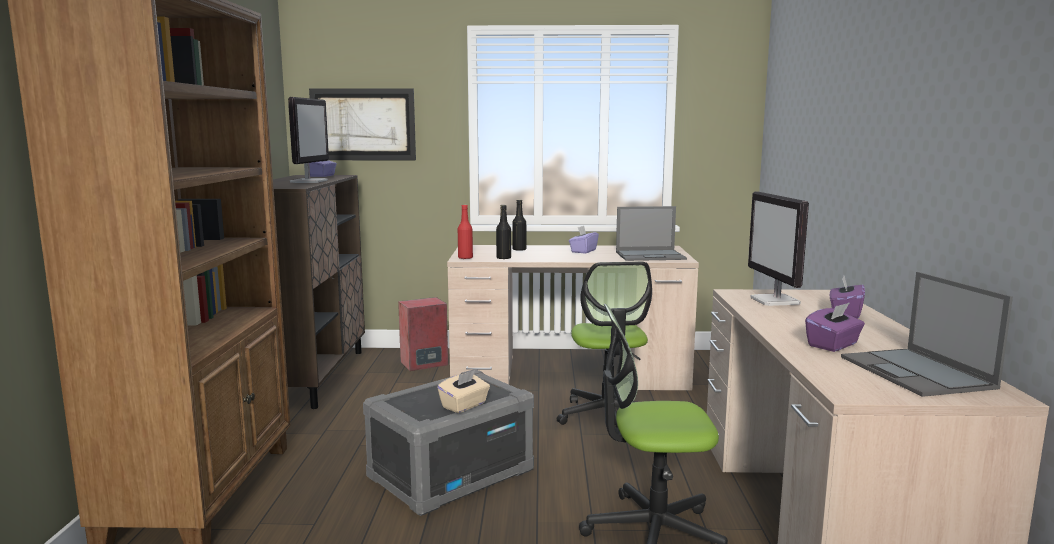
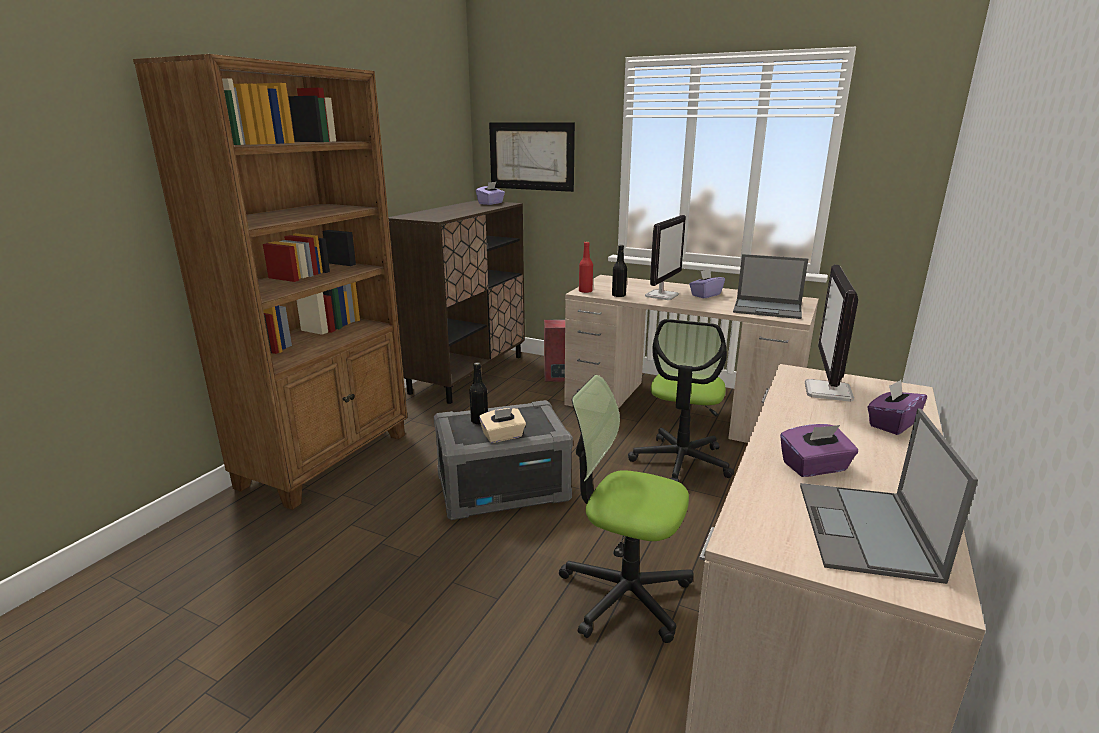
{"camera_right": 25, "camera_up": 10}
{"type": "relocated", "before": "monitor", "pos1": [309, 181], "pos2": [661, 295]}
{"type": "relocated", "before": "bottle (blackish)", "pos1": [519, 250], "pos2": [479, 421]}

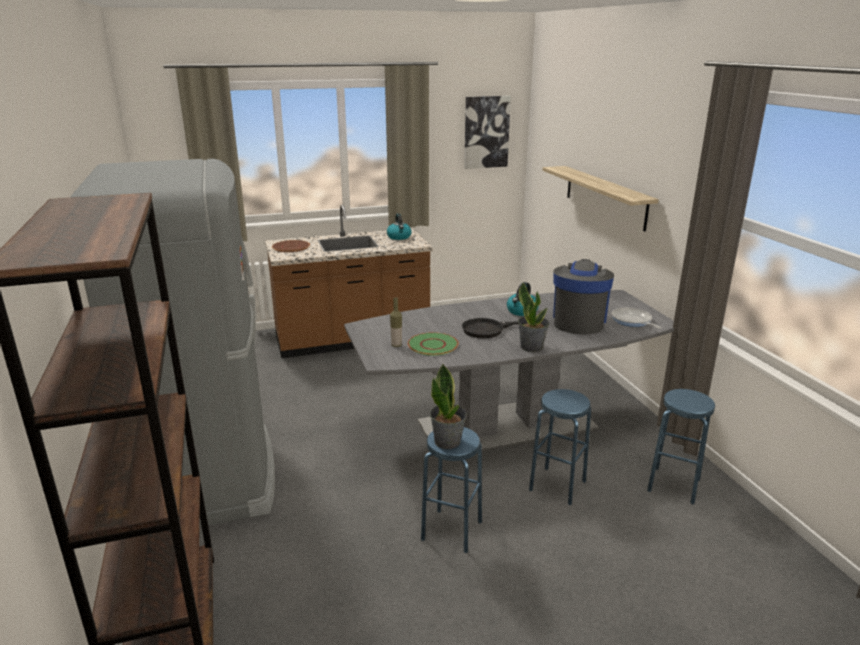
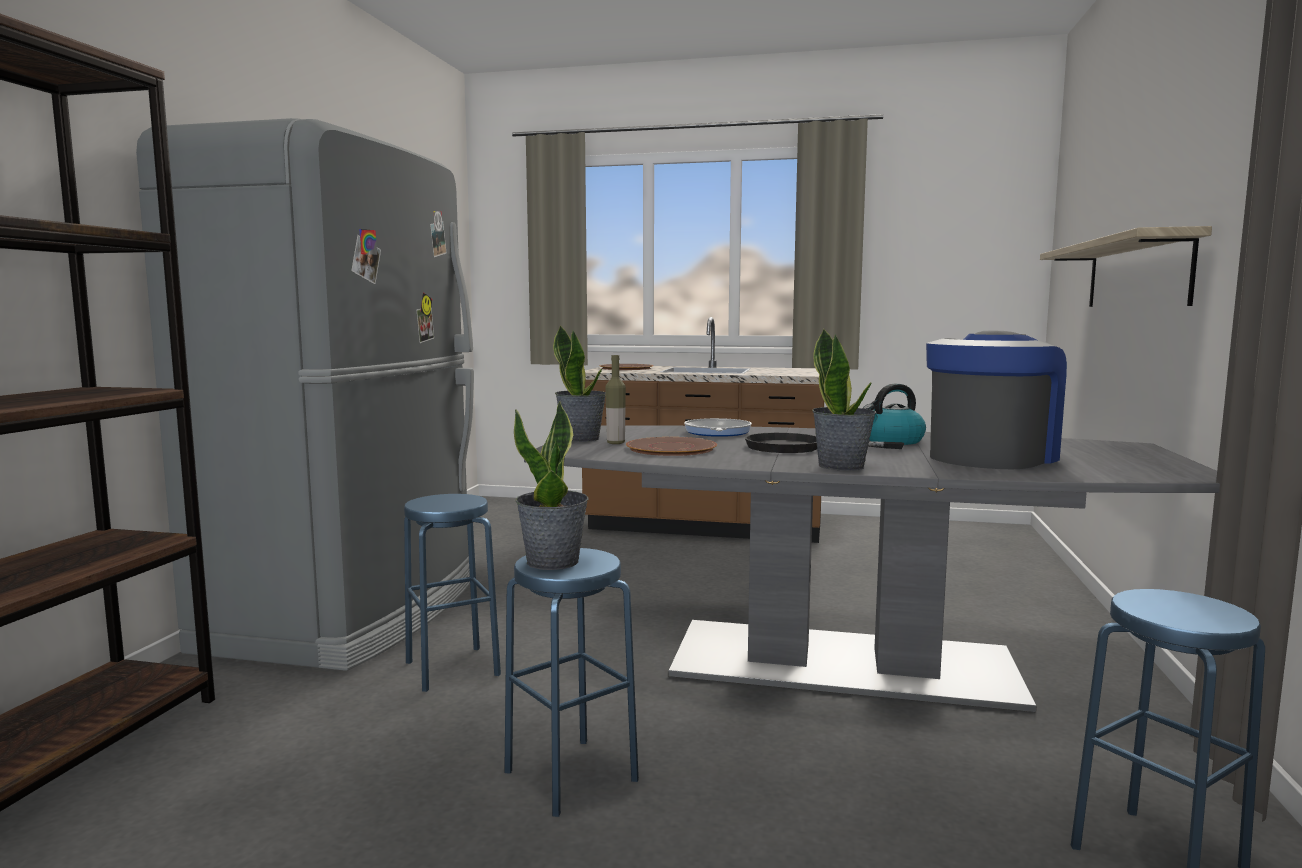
{"camera_right": 30, "camera_up": -15}
{"type": "missing", "before": "kettle", "pos1": [399, 237]}
{"type": "missing", "before": "wall art", "pos1": [486, 132]}
{"type": "appeared", "after": "plant in a pot", "pos2": [581, 439]}
{"type": "relocated", "before": "stool (blue)", "pos1": [557, 485], "pos2": [452, 668]}
{"type": "relocated", "before": "skillet", "pos1": [632, 321], "pos2": [717, 433]}
{"type": "colour", "before": "flat dish (green)", "after": "flat dish (brown)", "pos1": [432, 345], "pos2": [671, 448]}

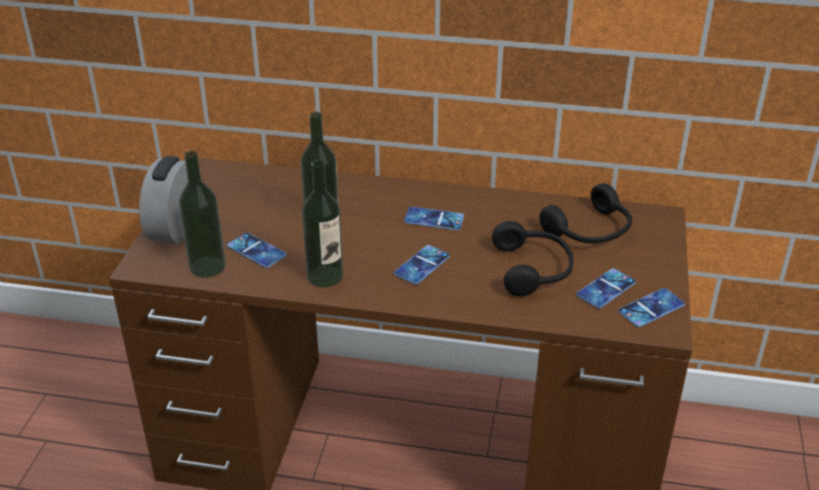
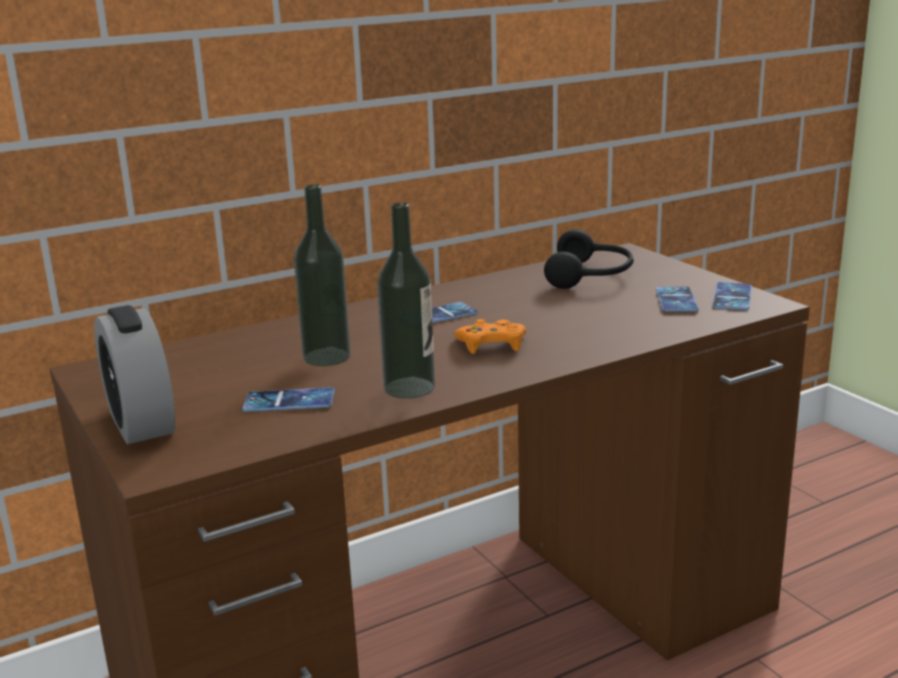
{"camera_right": -40, "camera_up": -15}
{"type": "missing", "before": "bottle", "pos1": [207, 266]}
{"type": "missing", "before": "headset (blackish)", "pos1": [534, 269]}
{"type": "exchanged", "before": "phone", "after": "game controller (orange-coloured)", "pos1": [422, 265], "pos2": [492, 344]}

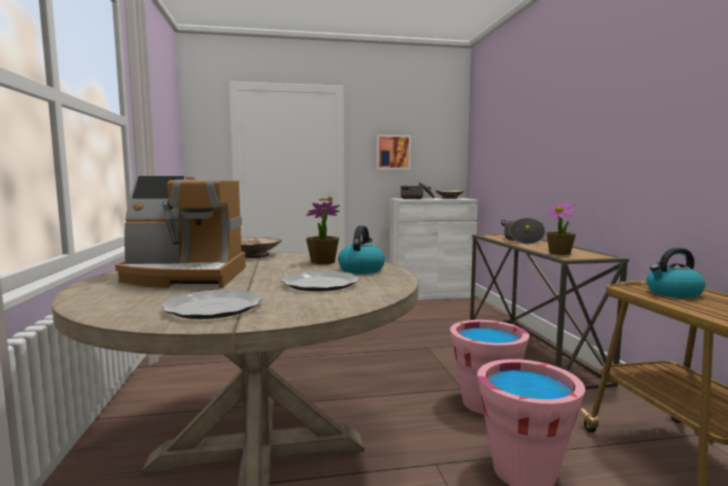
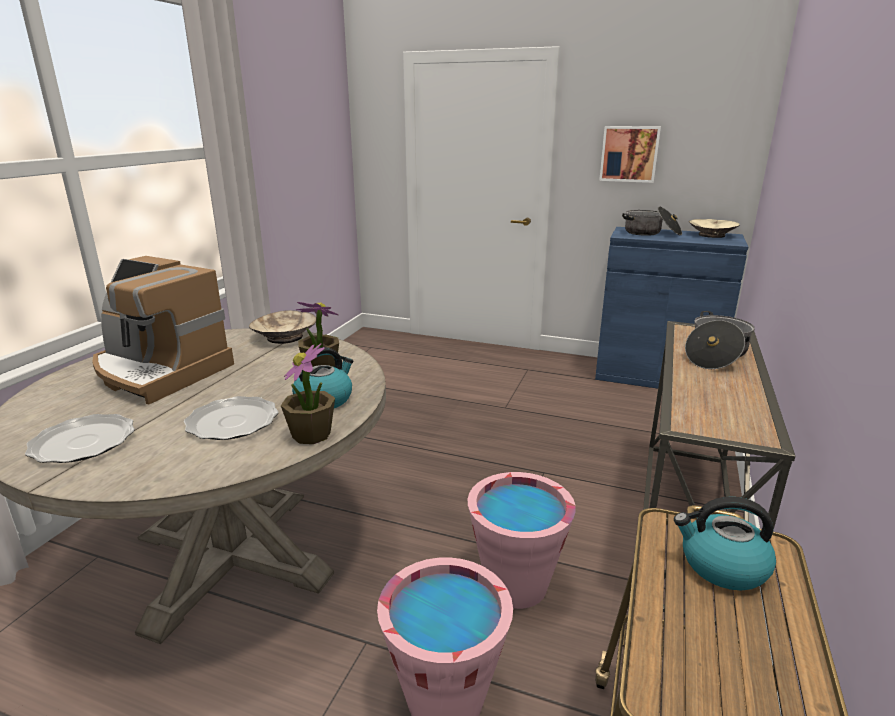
{"camera_right": 30, "camera_up": 15}
{"type": "relocated", "before": "plant in a pot", "pos1": [559, 253], "pos2": [311, 435]}
{"type": "colour", "before": "storage cabinet (white-coloured)", "after": "storage cabinet (blue)", "pos1": [430, 294], "pos2": [656, 376]}

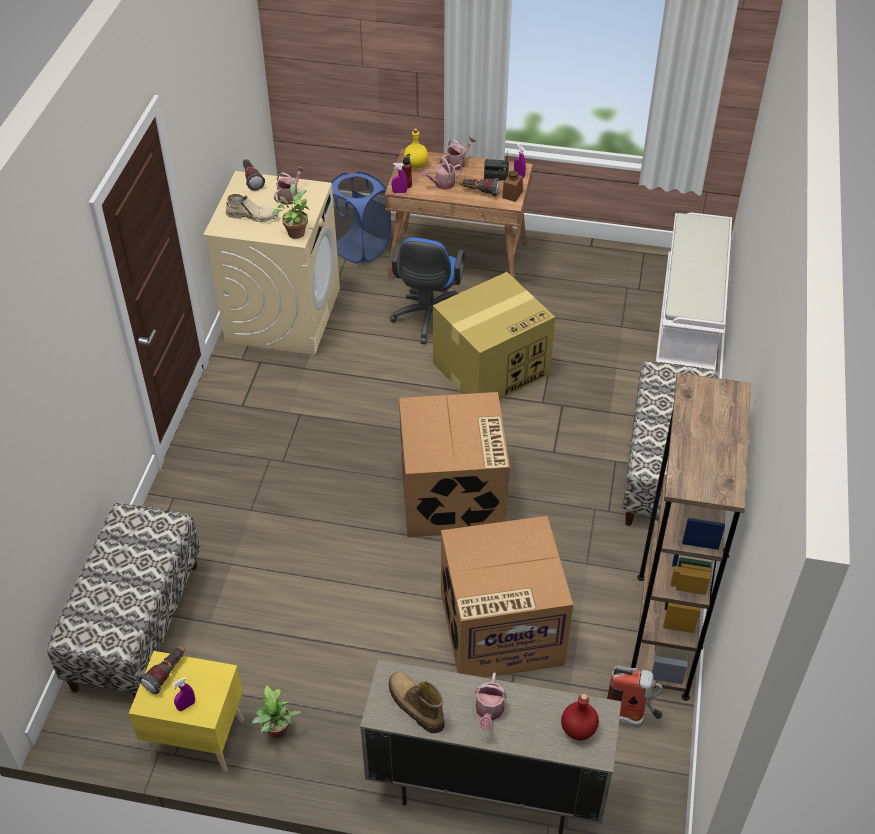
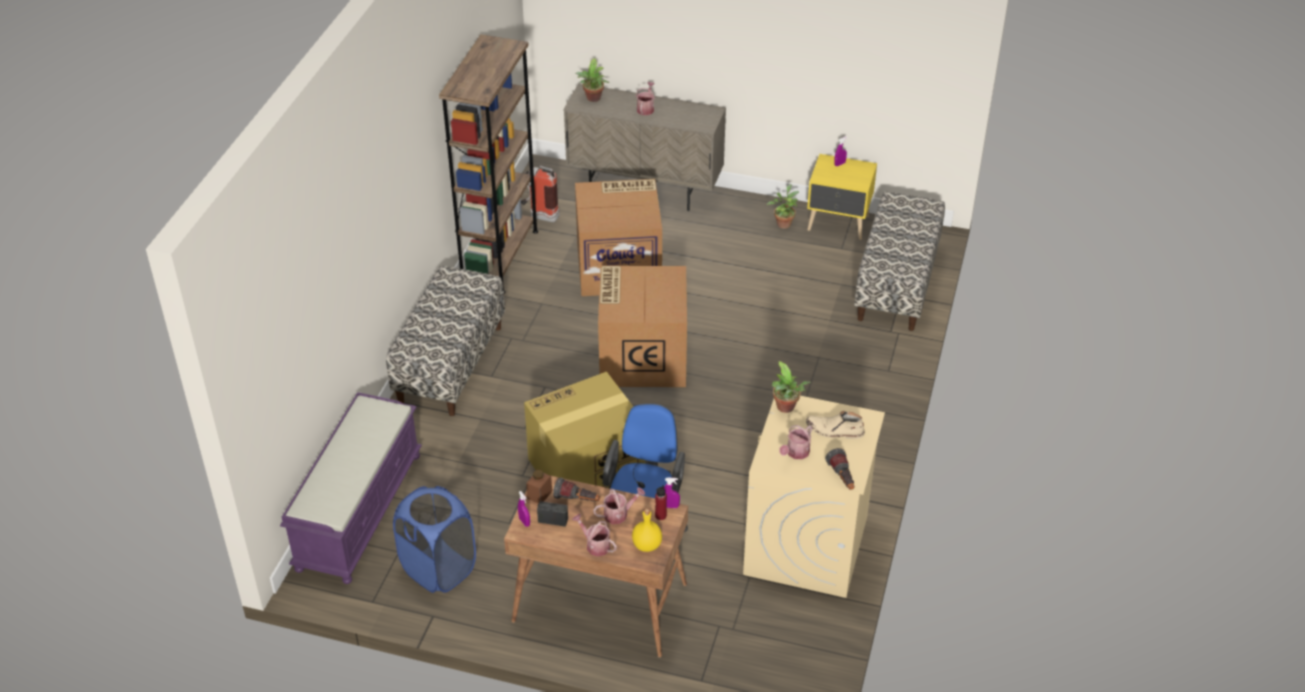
{"camera_right": -175, "camera_up": -5}
{"type": "missing", "before": "hand torch", "pos1": [167, 674]}
{"type": "missing", "before": "high-top boot", "pos1": [415, 706]}
{"type": "relocated", "before": "washing basket (blue)", "pos1": [359, 248], "pos2": [439, 569]}
{"type": "exchanged", "before": "bottle (reddish)", "after": "plant in a pot", "pos1": [579, 729], "pos2": [593, 99]}
{"type": "colour", "before": "bench (white-coloured)", "after": "bench (purple-coloured)", "pos1": [690, 319], "pos2": [358, 510]}
{"type": "spun", "before": "watering can", "pos1": [457, 163], "pos2": [595, 545], "turn": 75}

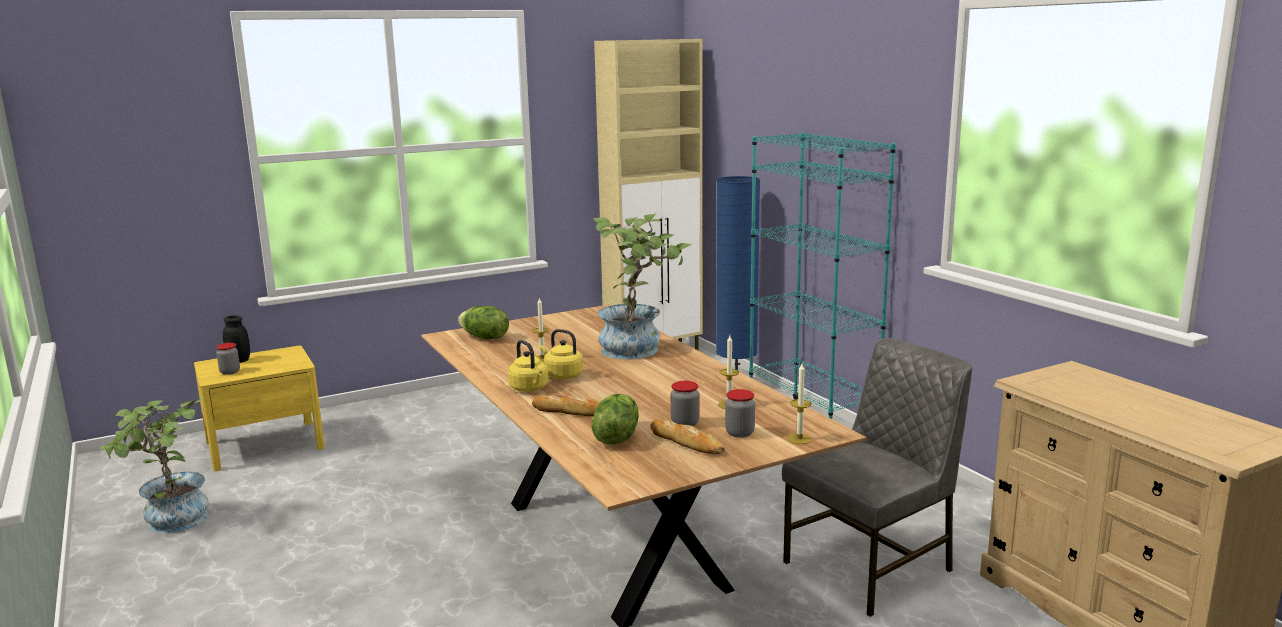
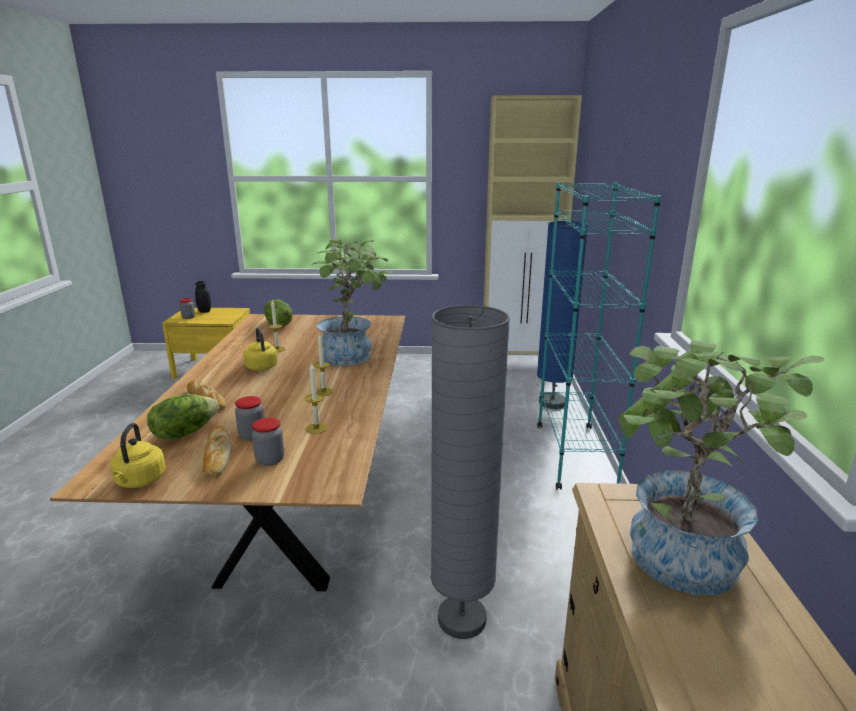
{"camera_right": 30, "camera_up": 5}
{"type": "relocated", "before": "plant in a pot", "pos1": [171, 523], "pos2": [675, 566]}
{"type": "relocated", "before": "kettle (yellow)", "pos1": [530, 389], "pos2": [139, 481]}
{"type": "relocated", "before": "wax candle", "pos1": [799, 439], "pos2": [323, 392]}
{"type": "exchanged", "before": "plain chair (gray)", "after": "standard lamp (gray)", "pos1": [872, 567], "pos2": [462, 619]}

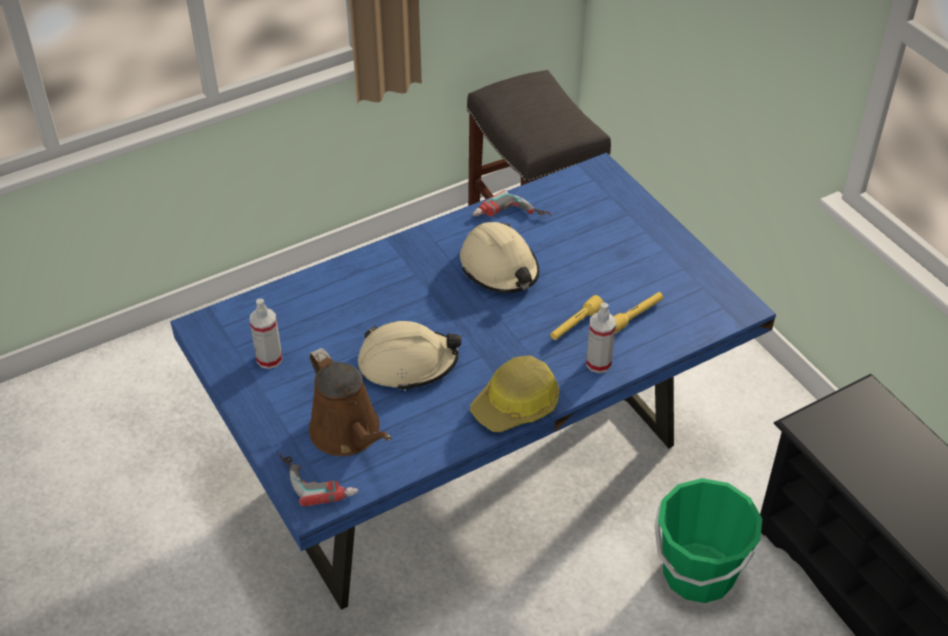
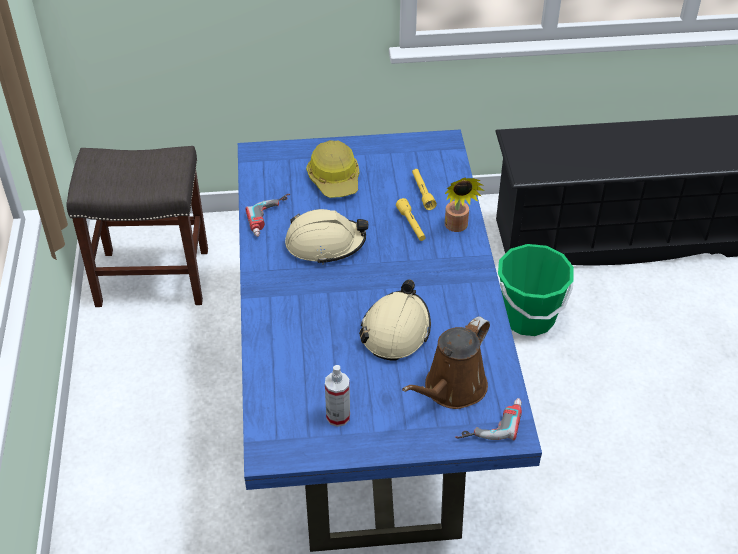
{"camera_right": -65, "camera_up": 0}
{"type": "relocated", "before": "hard hat", "pos1": [517, 405], "pos2": [335, 179]}
{"type": "exchanged", "before": "spray bottle", "after": "plant in a pot", "pos1": [598, 363], "pos2": [457, 227]}
{"type": "spun", "before": "watering can (brown)", "pos1": [348, 434], "pos2": [451, 389], "turn": 135}

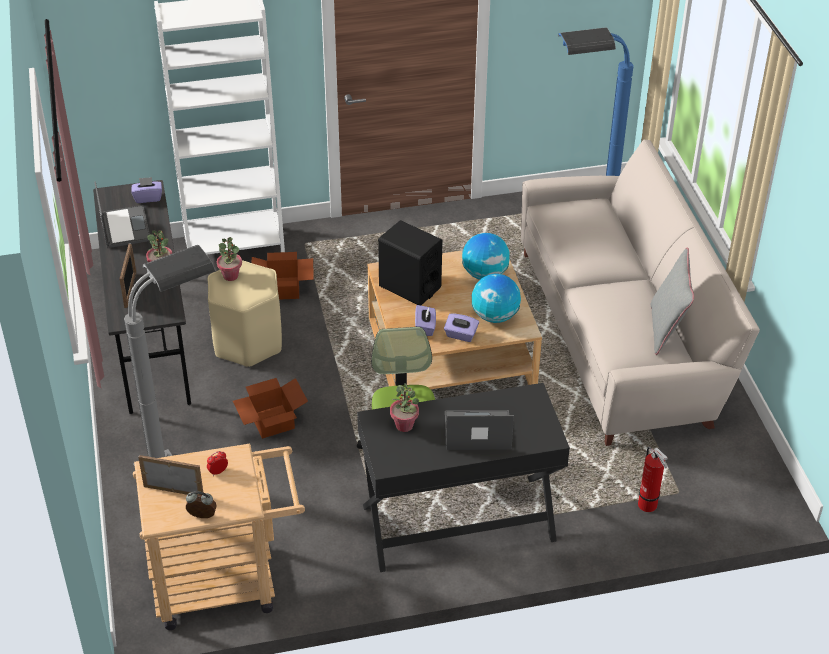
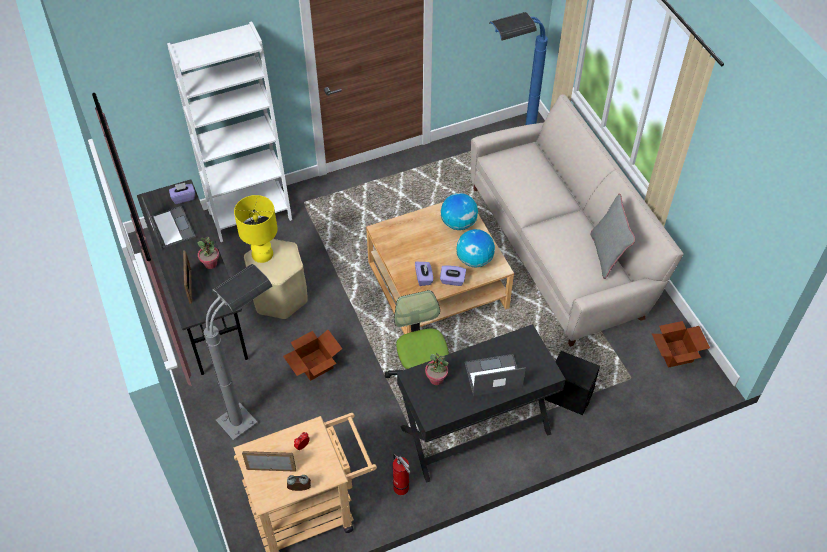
{"camera_right": -10, "camera_up": 10}
{"type": "relocated", "before": "cardboard box", "pos1": [284, 289], "pos2": [676, 353]}
{"type": "relocated", "before": "speaker (blackish)", "pos1": [409, 287], "pos2": [568, 396]}
{"type": "relocated", "before": "extinguisher", "pos1": [648, 506], "pos2": [402, 489]}
{"type": "exchanged", "before": "plant in a pot", "after": "tabletop lamp (yellow)", "pos1": [230, 276], "pos2": [262, 253]}

